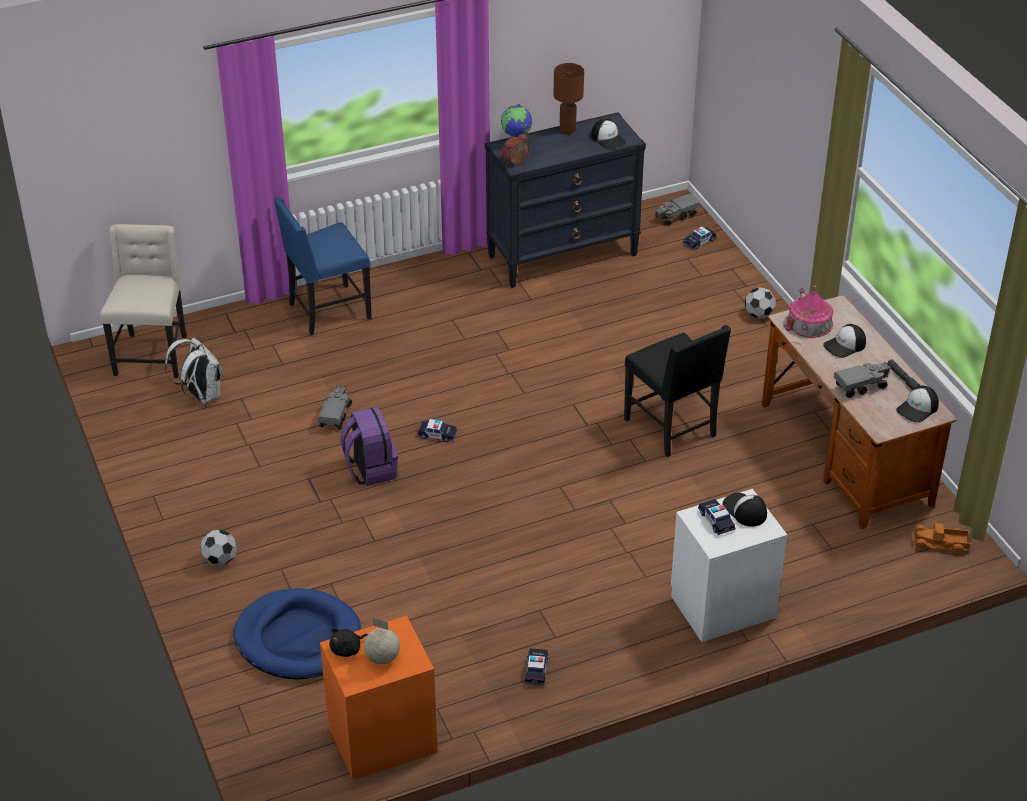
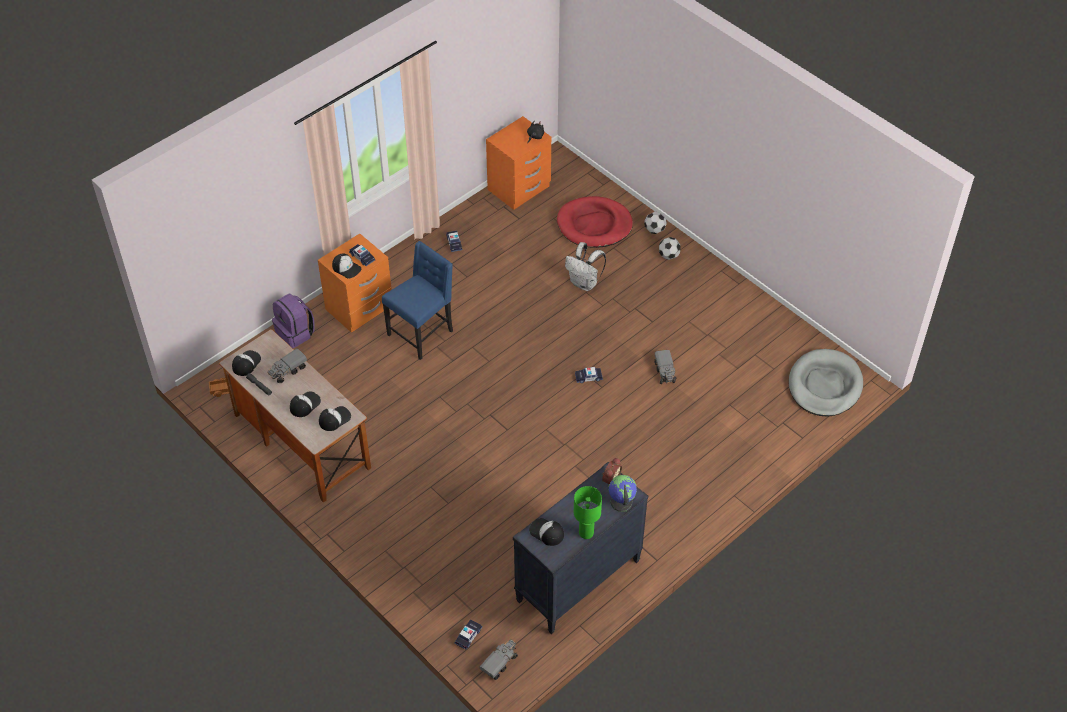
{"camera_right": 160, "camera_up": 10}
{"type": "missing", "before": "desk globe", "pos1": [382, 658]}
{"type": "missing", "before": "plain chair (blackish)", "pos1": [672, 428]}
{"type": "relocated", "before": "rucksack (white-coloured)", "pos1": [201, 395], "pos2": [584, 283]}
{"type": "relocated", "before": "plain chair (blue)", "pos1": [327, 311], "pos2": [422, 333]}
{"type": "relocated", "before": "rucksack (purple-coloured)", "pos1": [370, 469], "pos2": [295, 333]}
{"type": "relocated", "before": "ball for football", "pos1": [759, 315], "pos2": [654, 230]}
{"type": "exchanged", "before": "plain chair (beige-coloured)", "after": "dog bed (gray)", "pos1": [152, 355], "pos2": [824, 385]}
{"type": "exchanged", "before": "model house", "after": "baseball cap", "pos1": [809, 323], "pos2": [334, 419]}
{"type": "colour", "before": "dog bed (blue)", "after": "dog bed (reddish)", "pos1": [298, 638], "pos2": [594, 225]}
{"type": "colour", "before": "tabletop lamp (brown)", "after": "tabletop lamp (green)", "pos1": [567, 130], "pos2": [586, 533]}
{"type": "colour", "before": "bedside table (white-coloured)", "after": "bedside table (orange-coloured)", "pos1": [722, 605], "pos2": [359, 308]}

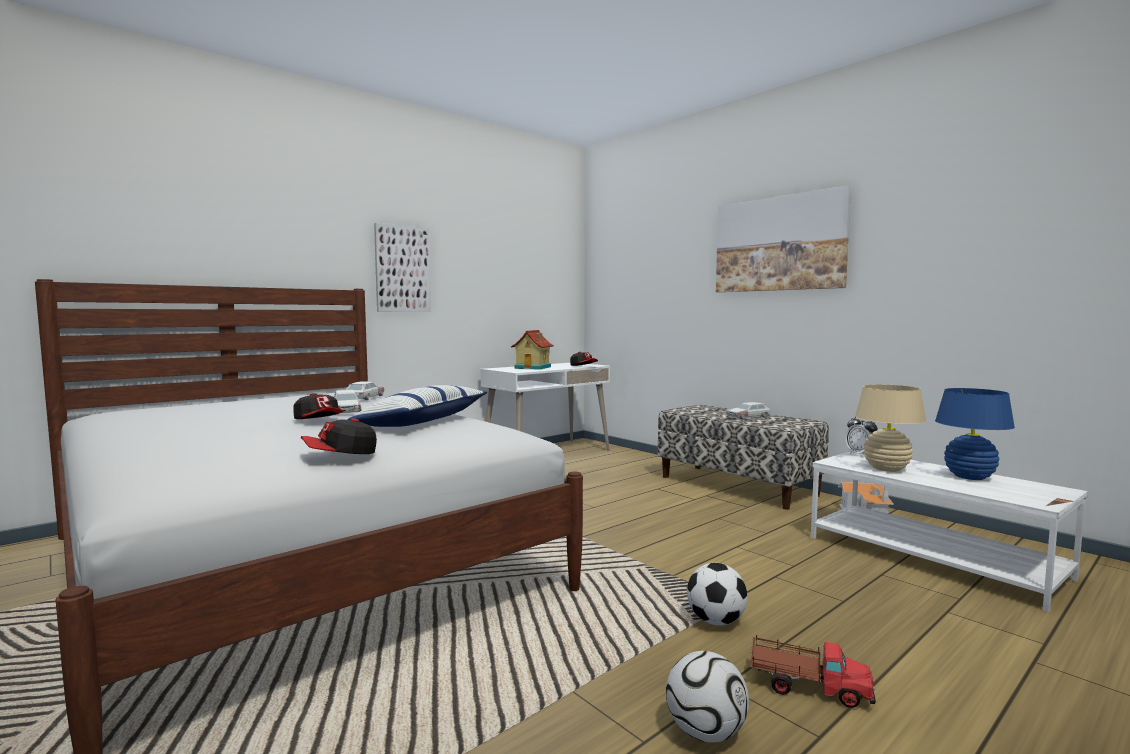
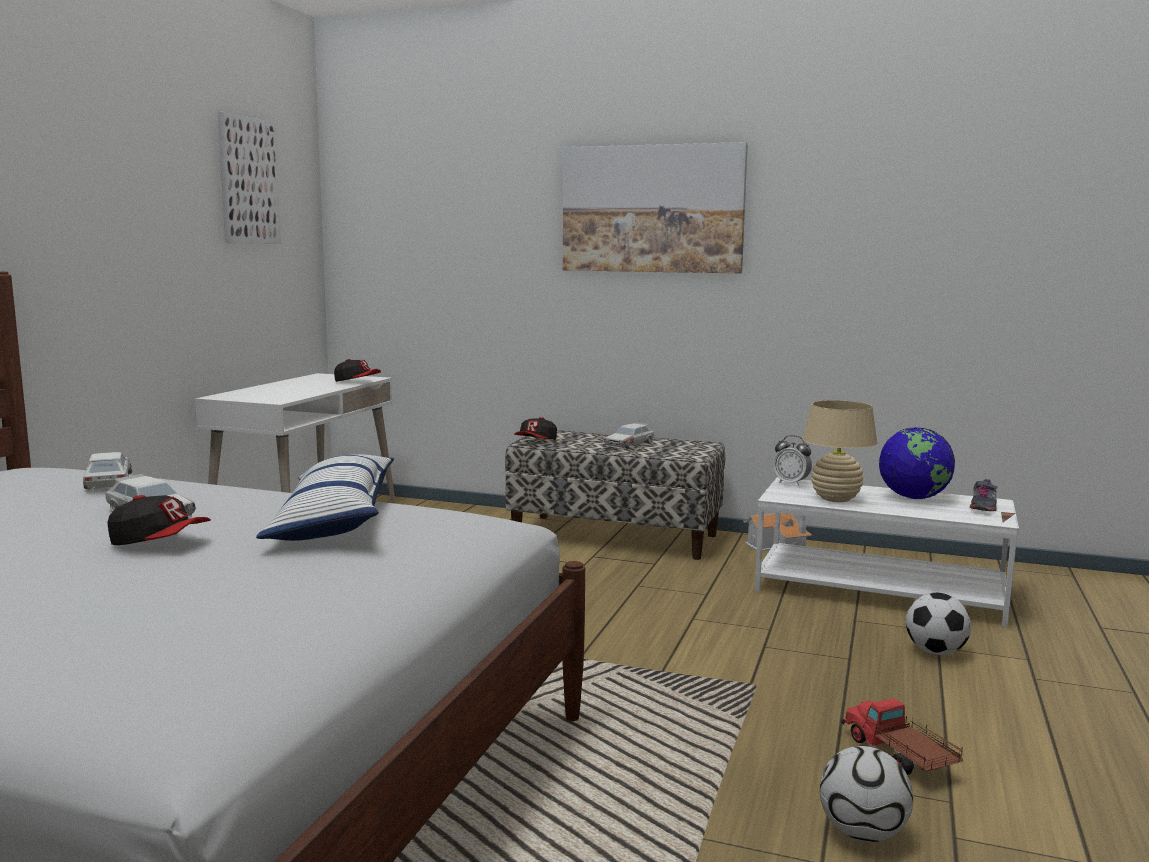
{"camera_right": -30, "camera_up": 5}
{"type": "missing", "before": "model house", "pos1": [534, 367]}
{"type": "appeared", "after": "low shoe (gray)", "pos2": [983, 507]}
{"type": "relocated", "before": "baseball cap", "pos1": [340, 455], "pos2": [536, 442]}
{"type": "relocated", "before": "wall art", "pos1": [402, 269], "pos2": [248, 181]}
{"type": "relocated", "before": "ball for football", "pos1": [716, 621], "pos2": [935, 652]}
{"type": "exchanged", "before": "tabletop lamp (blue)", "after": "desk globe", "pos1": [969, 477], "pos2": [913, 498]}
{"type": "spun", "before": "toy lorry", "pos1": [807, 686], "pos2": [899, 757], "turn": -105}

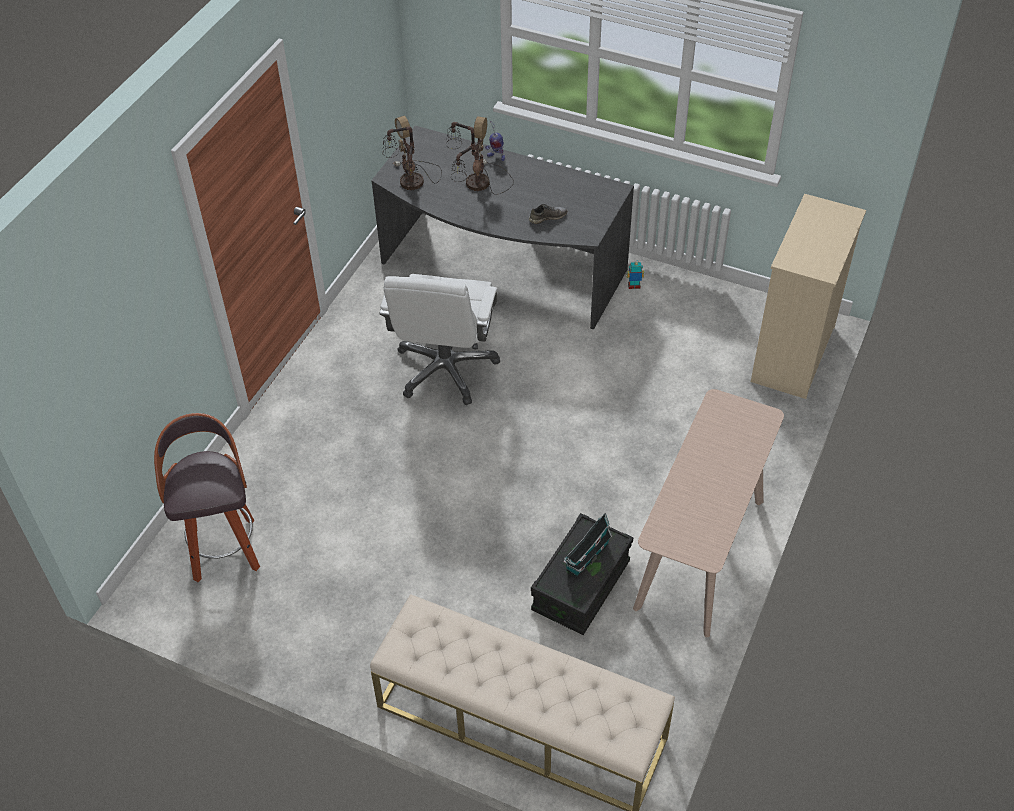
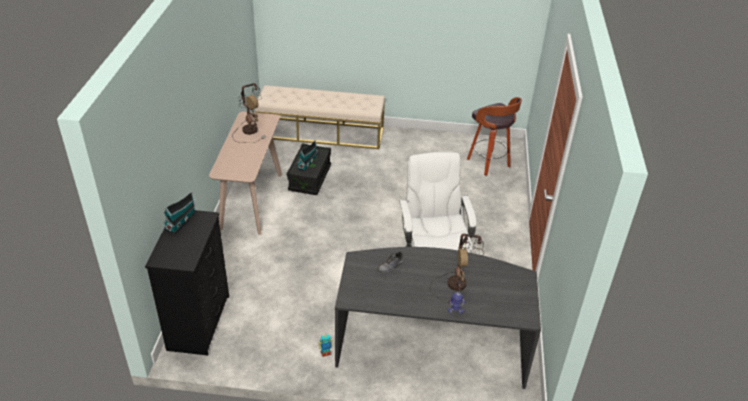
{"camera_right": 160, "camera_up": -10}
{"type": "appeared", "after": "model house", "pos2": [182, 221]}
{"type": "relocated", "before": "tabletop lamp", "pos1": [411, 183], "pos2": [250, 129]}
{"type": "colour", "before": "drawer chest (beige-coloured)", "after": "drawer chest (blackish)", "pos1": [792, 354], "pos2": [199, 322]}

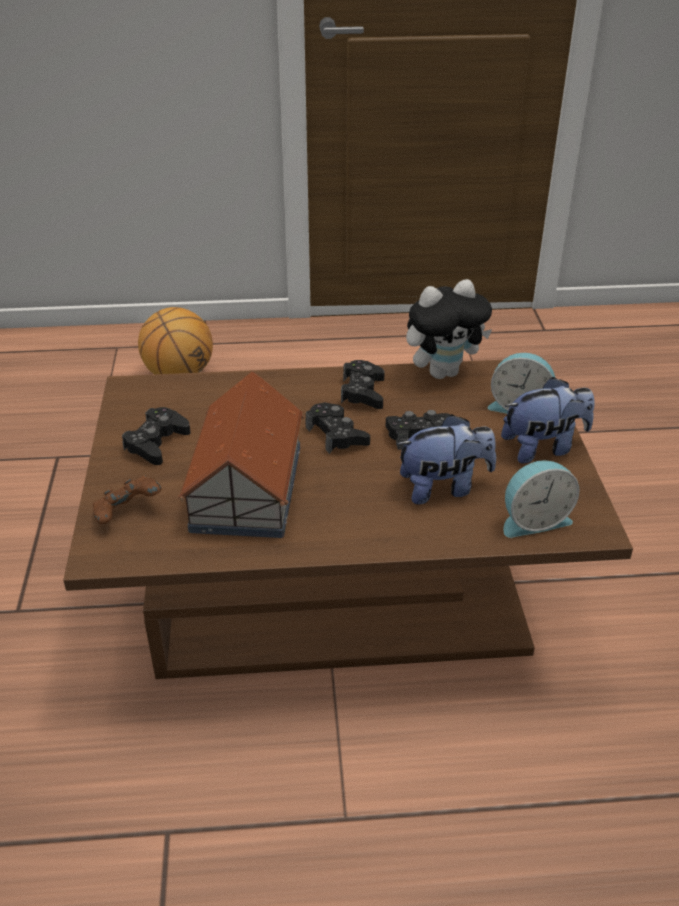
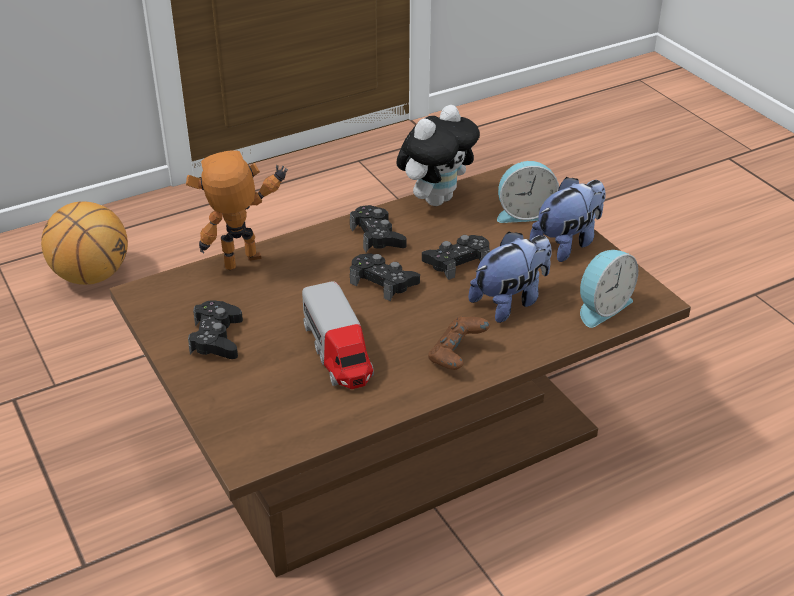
{"camera_right": -25, "camera_up": 0}
{"type": "appeared", "after": "robot figure", "pos2": [246, 266]}
{"type": "relocated", "before": "game controller (brown)", "pos1": [128, 513], "pos2": [457, 356]}
{"type": "exchanged", "before": "model house", "after": "toy lorry", "pos1": [248, 486], "pos2": [338, 352]}

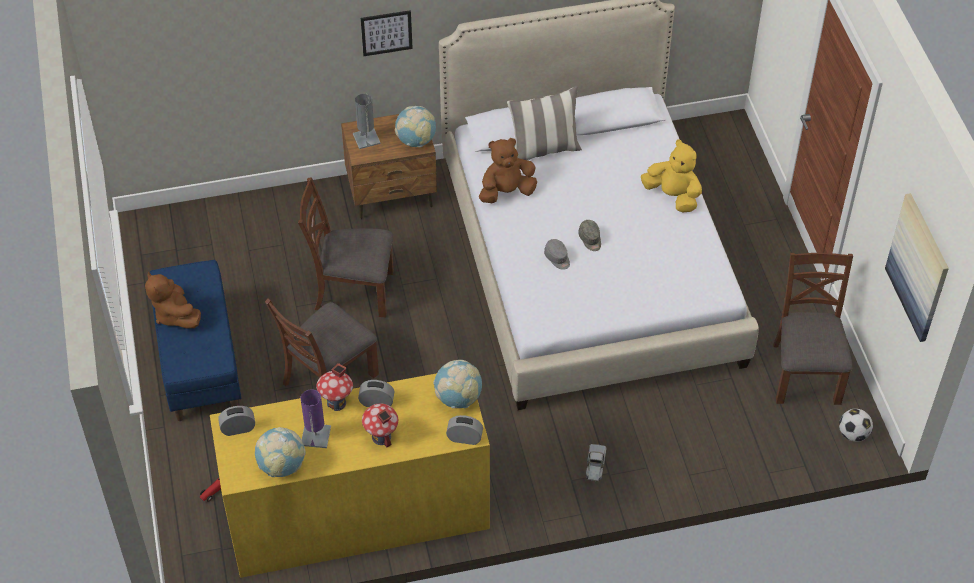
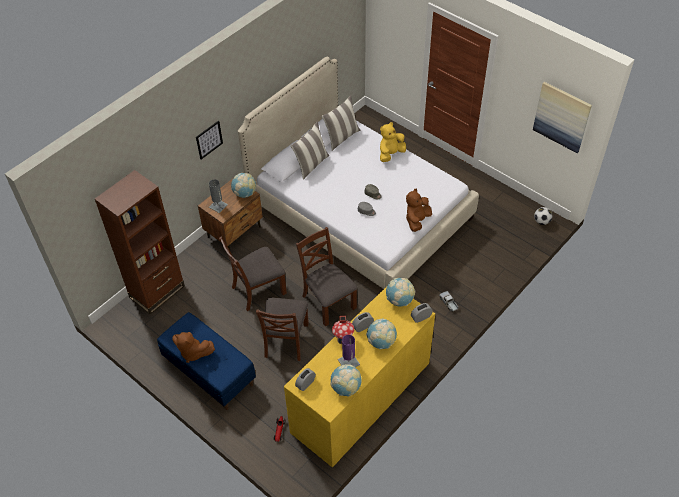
{"camera_right": -35, "camera_up": 0}
{"type": "appeared", "after": "bookcase (brown)", "pos2": [157, 292]}
{"type": "appeared", "after": "pillow", "pos2": [341, 137]}
{"type": "relocated", "before": "soft toy (brown)", "pos1": [506, 192], "pos2": [417, 220]}
{"type": "relocated", "before": "plain chair (brown)", "pos1": [805, 372], "pos2": [328, 301]}
{"type": "exchanged", "before": "model house", "after": "desk globe", "pos1": [381, 437], "pos2": [381, 342]}
{"type": "spun", "before": "soft toy (yellow)", "pos1": [673, 196], "pos2": [391, 154], "turn": -45}

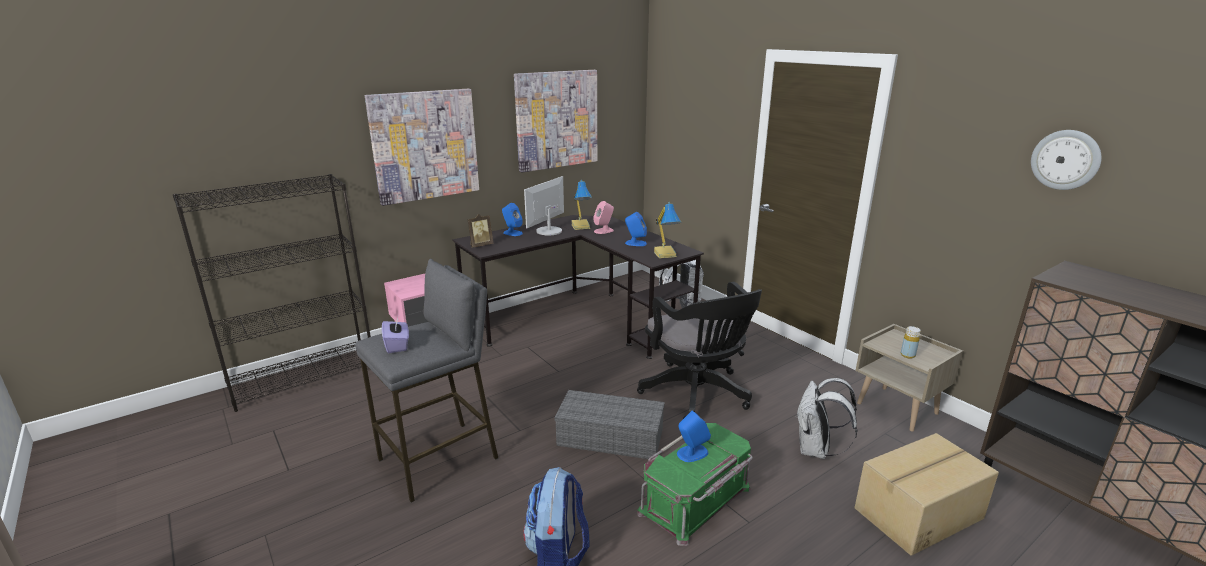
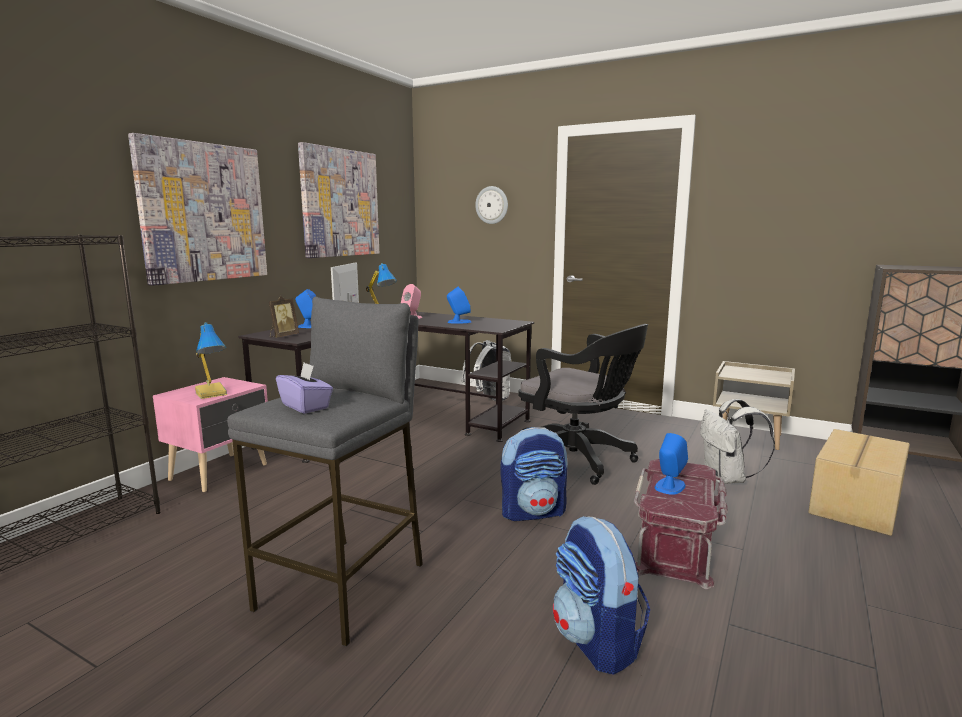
{"camera_right": -25, "camera_up": -10}
{"type": "missing", "before": "bottle (yellow)", "pos1": [907, 355]}
{"type": "relocated", "before": "tabletop lamp", "pos1": [665, 254], "pos2": [212, 393]}
{"type": "relocated", "before": "clock on the wall", "pos1": [1065, 159], "pos2": [492, 205]}
{"type": "exchanged", "before": "storage bin (gray)", "after": "rucksack", "pos1": [612, 437], "pos2": [533, 512]}
{"type": "colour", "before": "storage bin (green)", "after": "storage bin (reddish)", "pos1": [696, 500], "pos2": [677, 545]}

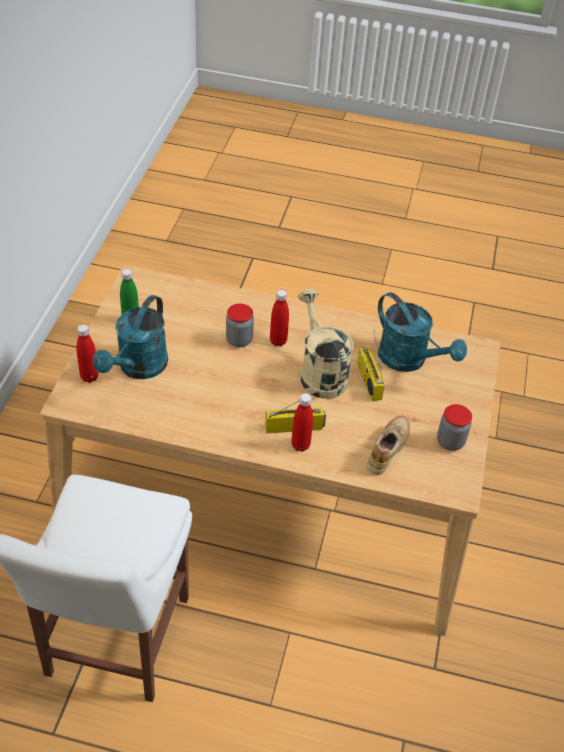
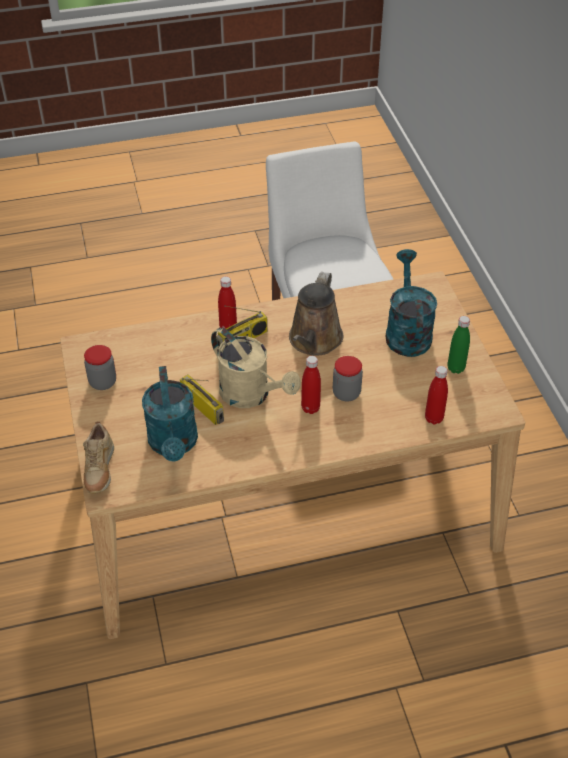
{"camera_right": 155, "camera_up": 0}
{"type": "appeared", "after": "watering can (brown)", "pos2": [314, 341]}
{"type": "relocated", "before": "bottle (reddish)", "pos1": [89, 377], "pos2": [433, 418]}
{"type": "relocated", "before": "low shoe (beige-coloured)", "pos1": [388, 450], "pos2": [99, 471]}
{"type": "spun", "before": "watering can (turquoise-coloured)", "pos1": [409, 360], "pos2": [174, 444], "turn": -120}

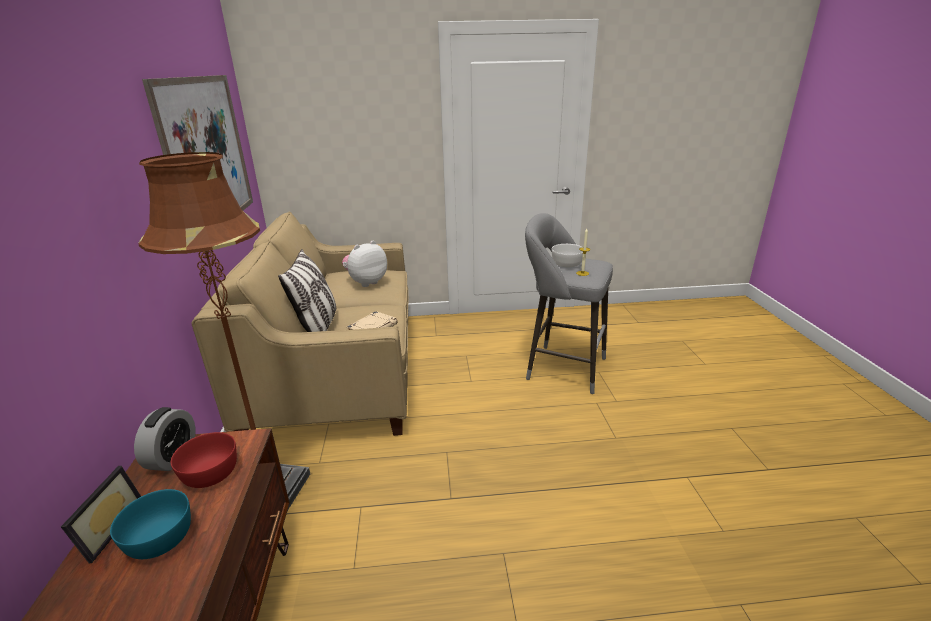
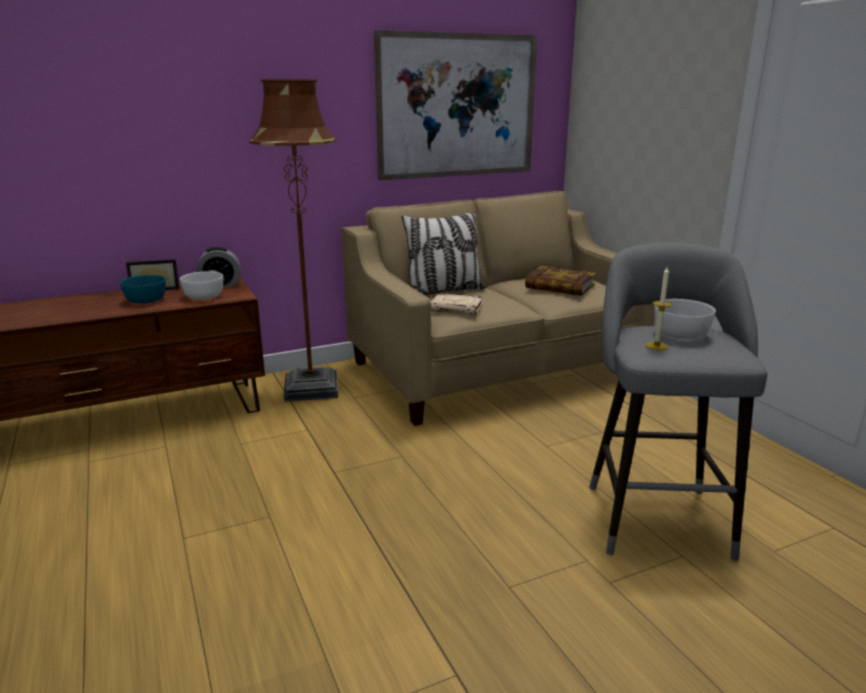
{"camera_right": 70, "camera_up": -5}
{"type": "exchanged", "before": "soft toy", "after": "bound book", "pos1": [366, 282], "pos2": [559, 286]}
{"type": "colour", "before": "deep dish (reddish)", "after": "deep dish (white-coloured)", "pos1": [209, 473], "pos2": [204, 296]}

